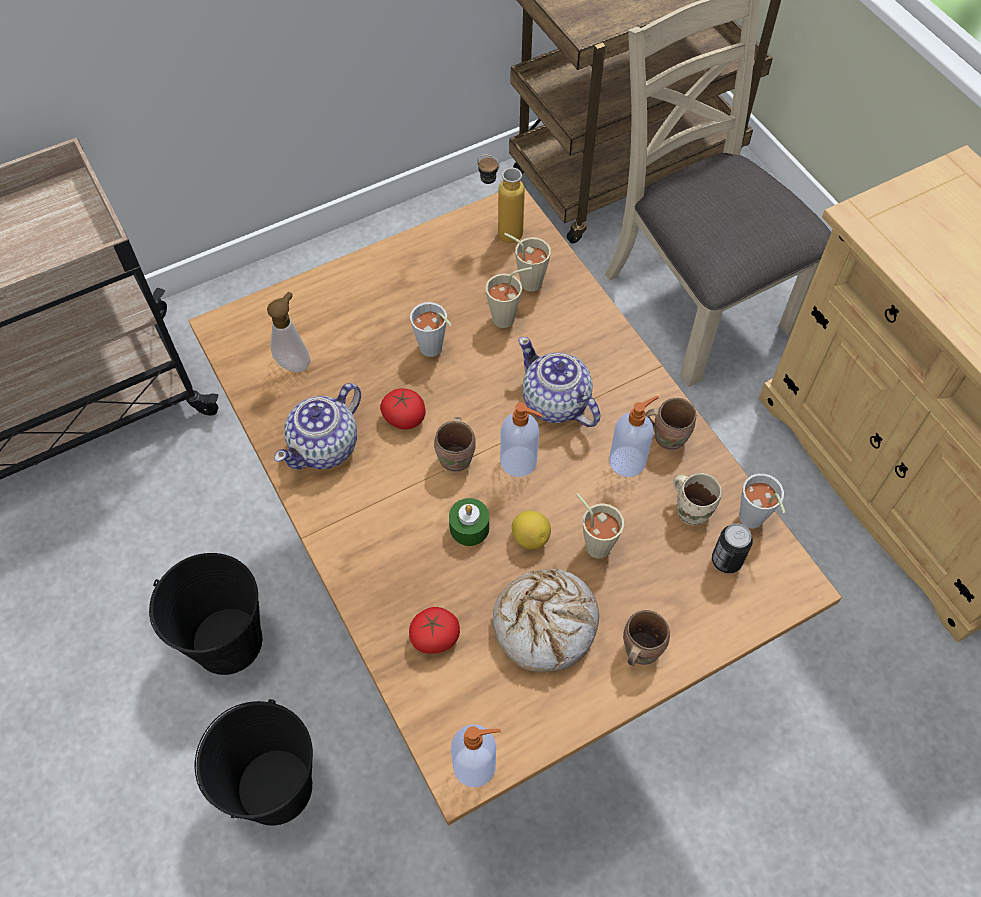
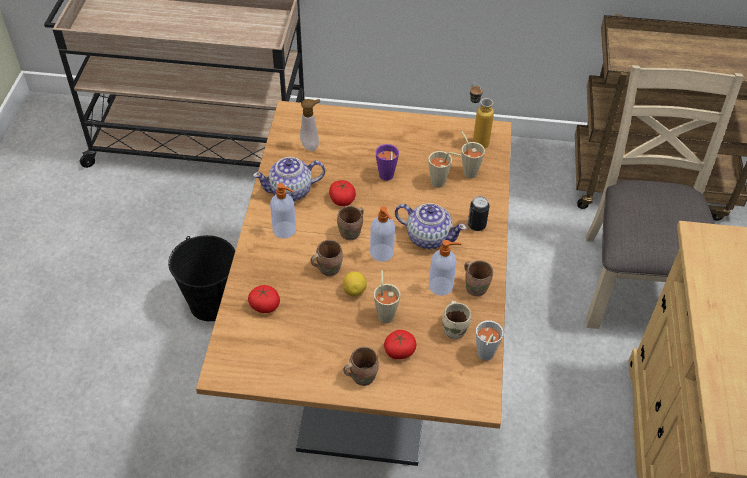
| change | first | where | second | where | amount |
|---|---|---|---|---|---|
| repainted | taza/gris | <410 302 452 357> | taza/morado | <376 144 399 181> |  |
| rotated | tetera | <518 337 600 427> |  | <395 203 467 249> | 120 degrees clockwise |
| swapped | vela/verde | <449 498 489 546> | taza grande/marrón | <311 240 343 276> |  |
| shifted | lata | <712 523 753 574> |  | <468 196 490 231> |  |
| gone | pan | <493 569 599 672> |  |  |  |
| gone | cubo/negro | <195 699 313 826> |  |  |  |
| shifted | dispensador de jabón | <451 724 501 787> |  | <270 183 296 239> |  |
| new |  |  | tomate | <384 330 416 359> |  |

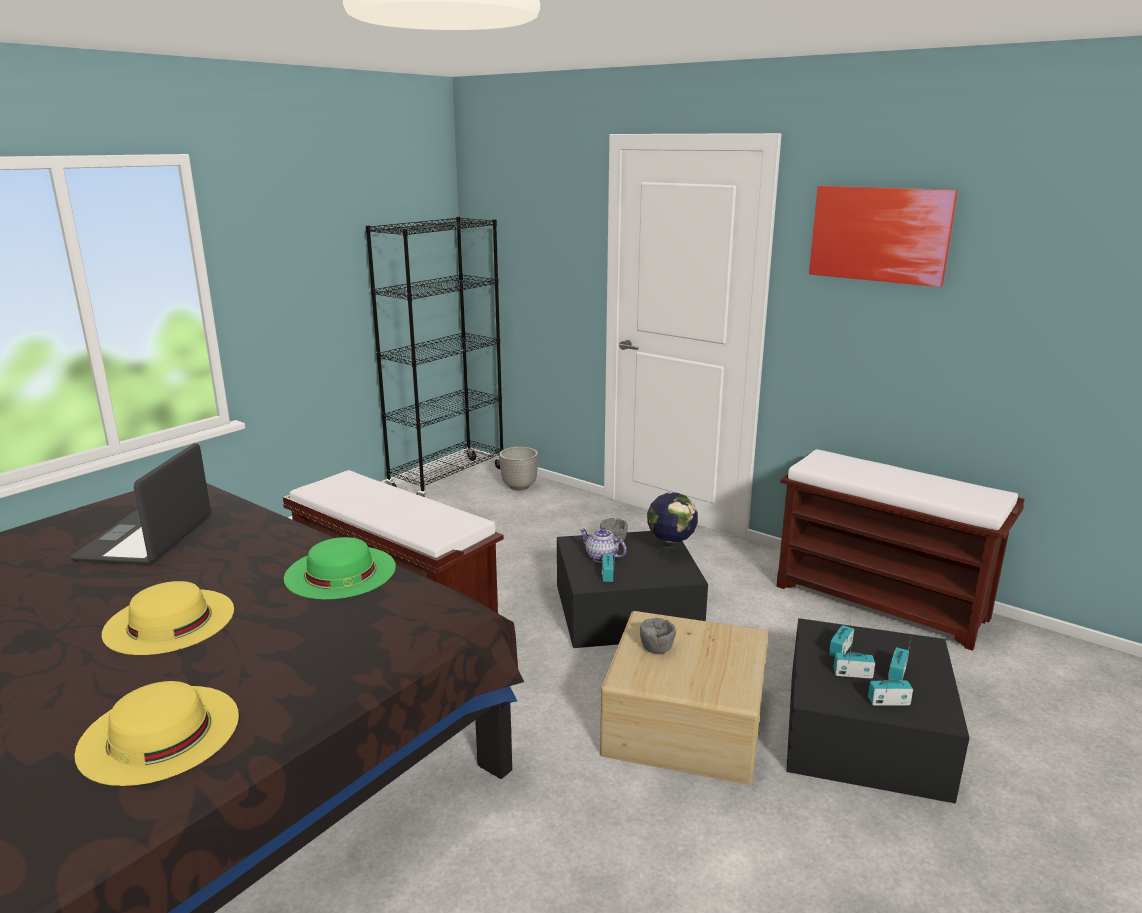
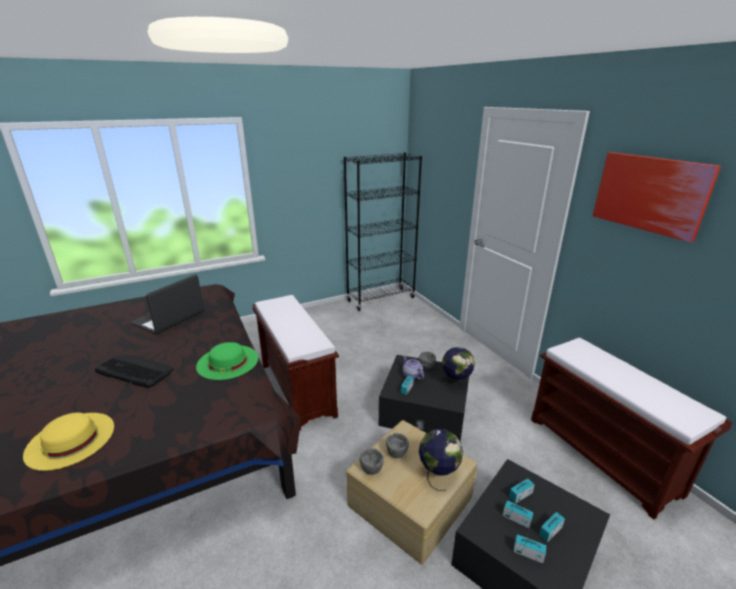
| change | first | where | second | where | amount |
|---|---|---|---|---|---|
| gone | maceta | <499 447 538 491> |  |  |  |
| swapped | sombrero/amarillo | <102 581 234 655> | teclado | <95 354 174 388> |  |
| new |  |  | globo terráqueo | <419 429 463 491> |  |
| new |  |  | cuenco/gris | <360 448 384 475> |  |

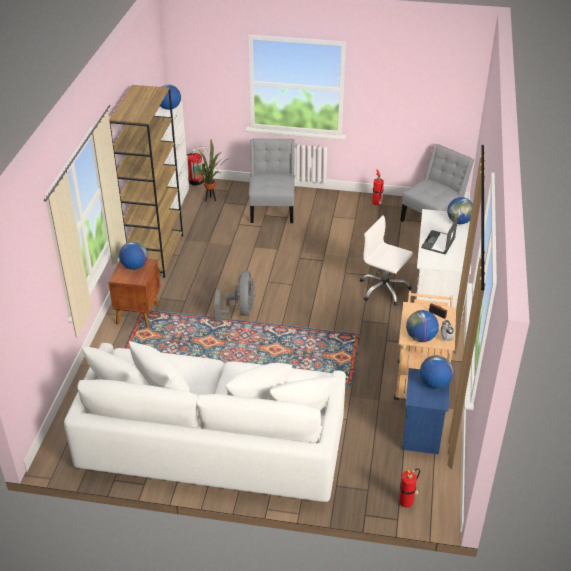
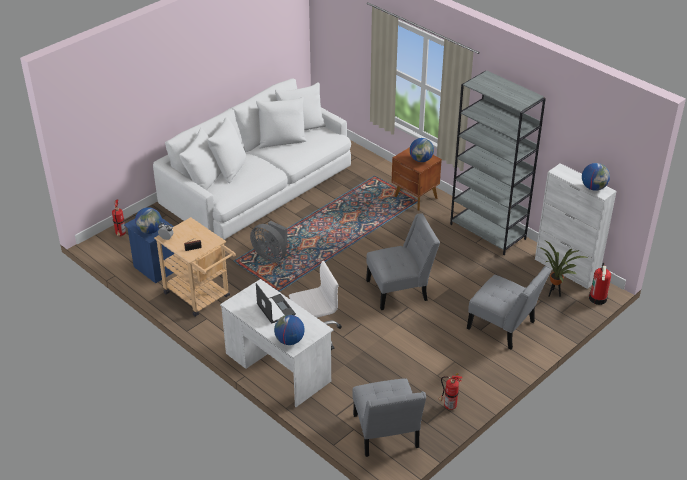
| change | first | where | second | where | amount |
|---|---|---|---|---|---|
| repainted | estantería/marrón | <109 85 183 278> | estantería/gris | <450 71 546 255> |  |
| shifted | ventilador/gris | <214 271 255 322> |  | <250 221 288 263> |  |
| gone | globo terráqueo | <406 310 439 342> |  |  |  |
| new |  |  | silla/gris | <366 213 440 310> |  |

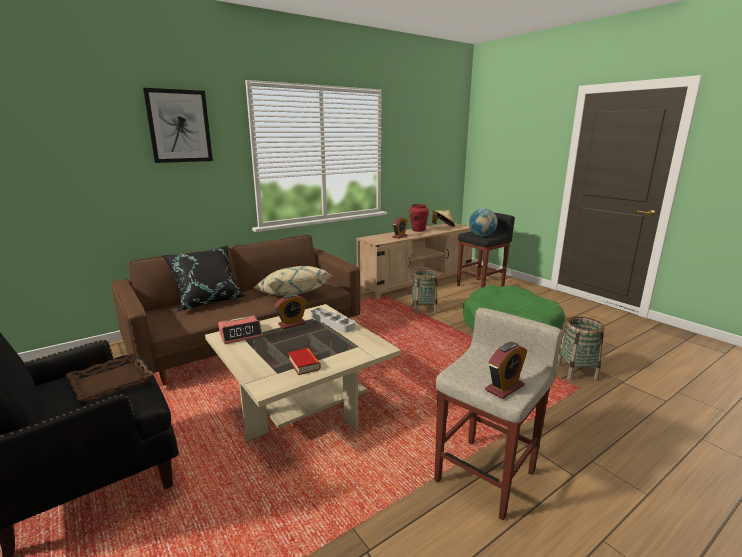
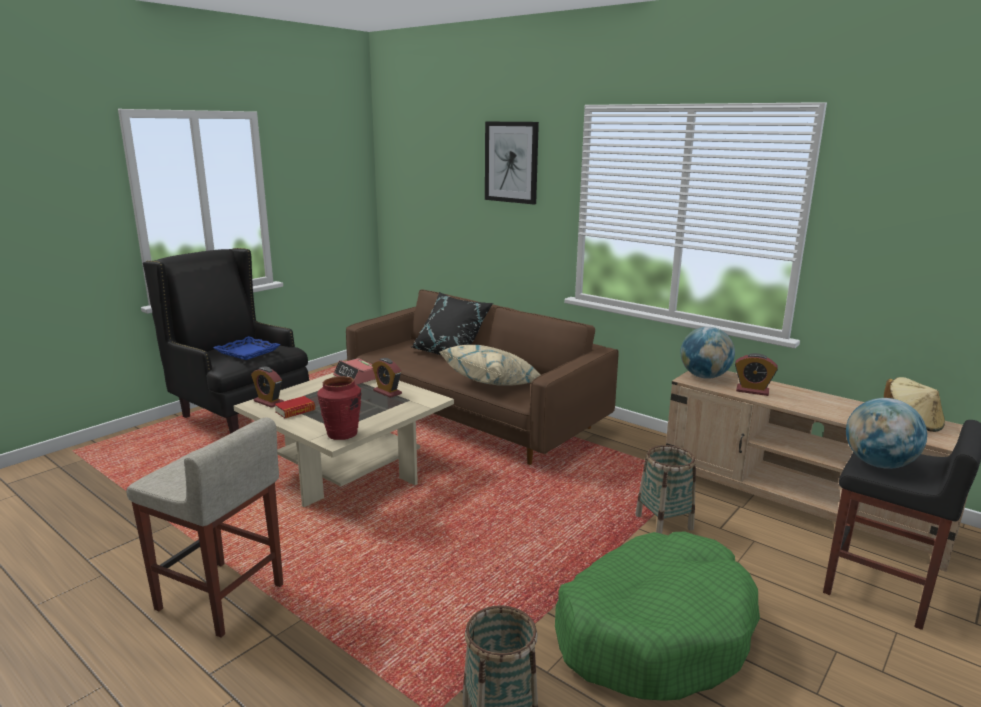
| change | first | where | second | where | amount |
|---|---|---|---|---|---|
| shifted | florero/rojo | <409 204 429 232> |  | <317 376 362 440> |  |
| gone | bandeja/gris | <311 308 355 333> |  |  |  |
| shifted | despertador | <485 342 527 399> |  | <251 366 284 408> |  |
| repainted | bandeja/marrón | <66 353 155 402> | bandeja/azul | <213 336 280 360> |  |
| new |  |  | globo terráqueo | <681 327 735 379> |  |

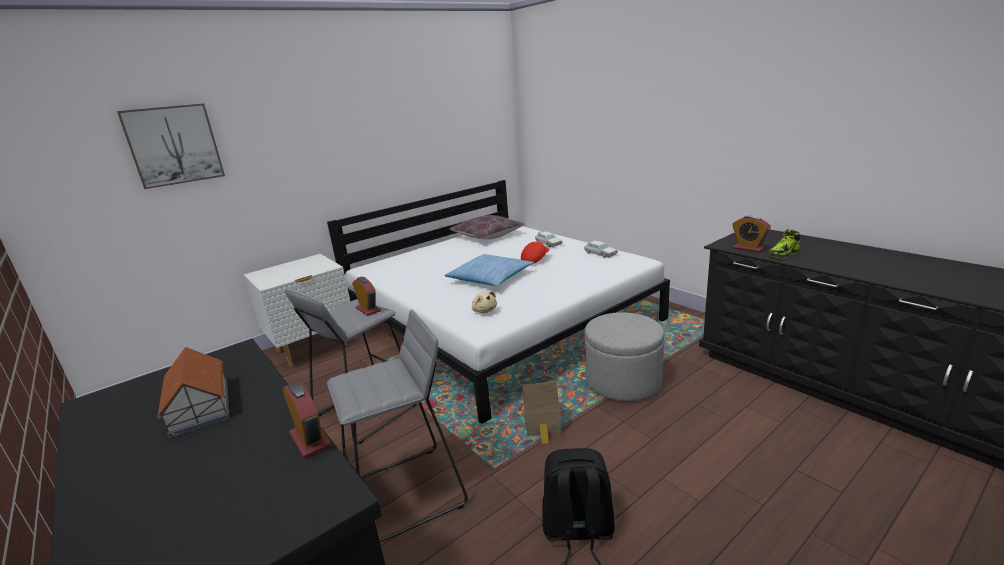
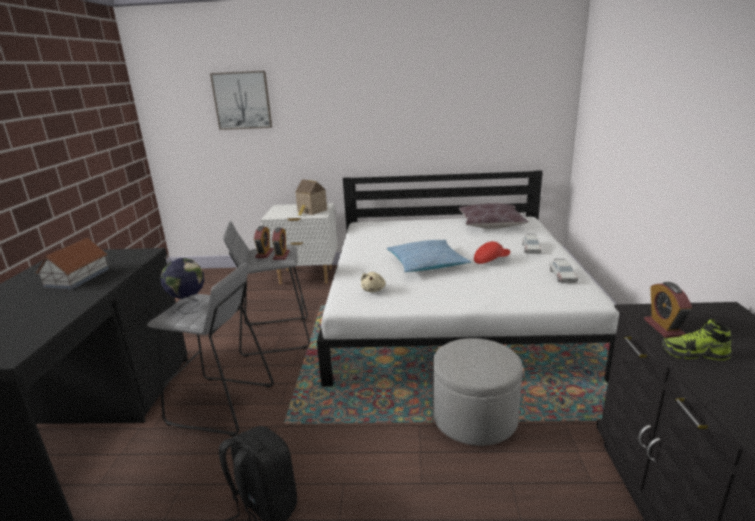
| change | first | where | second | where | amount |
|---|---|---|---|---|---|
| shifted | despertador | <283 381 332 458> |  | <254 226 273 258> |  |
| shifted | casita | <523 382 561 444> |  | <295 179 327 216> |  |
| new |  |  | globo terráqueo | <160 258 204 314> |  |

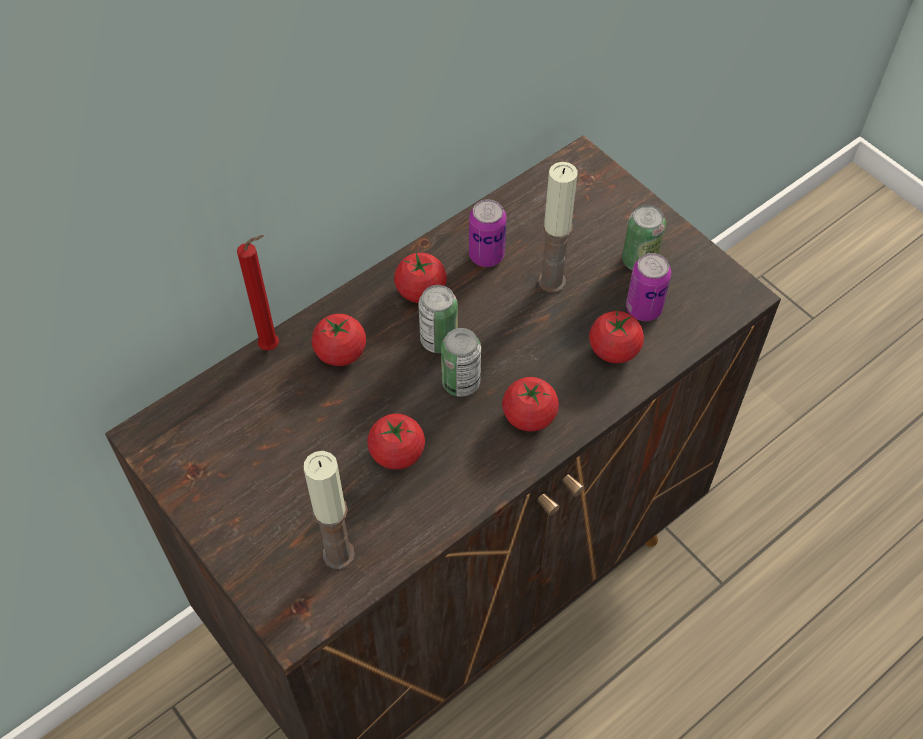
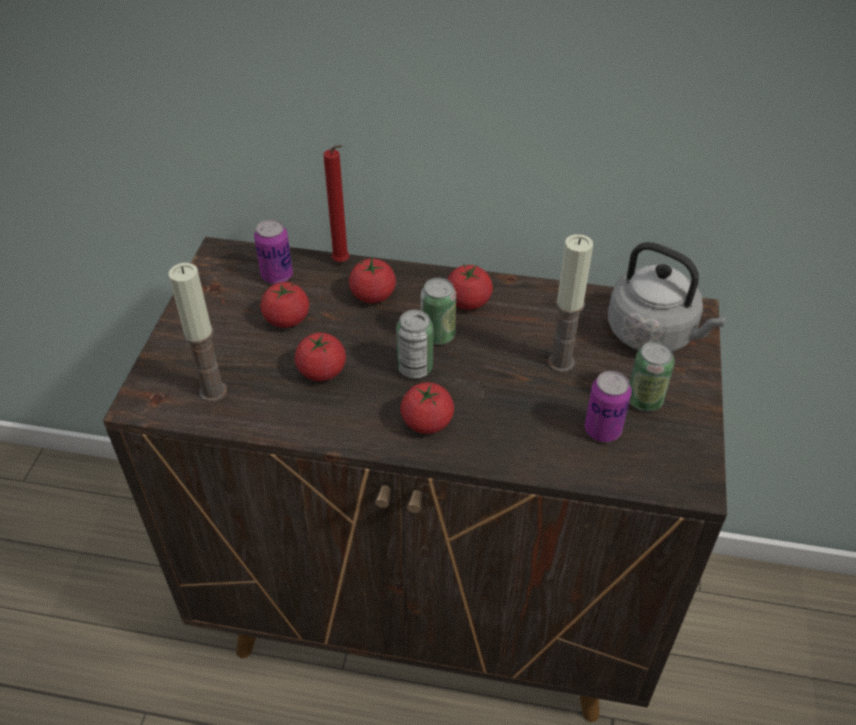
| change | first | where | second | where | amount |
|---|---|---|---|---|---|
| shifted | lata | <469 199 506 267> |  | <254 219 293 284> |  |
| shifted | tomate | <589 311 644 363> |  | <261 282 309 328> |  |
| new |  |  | hervidor/gris | <608 242 727 352> |  |

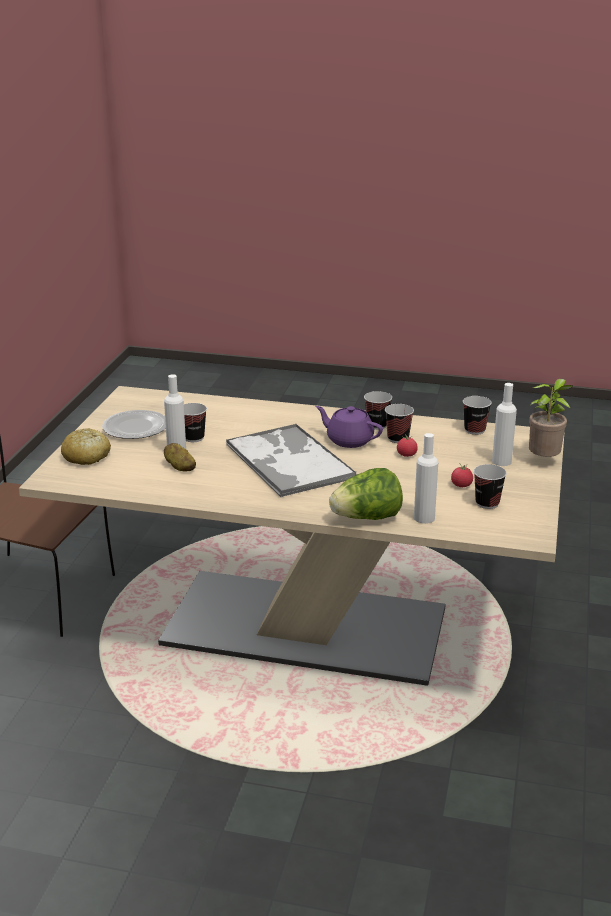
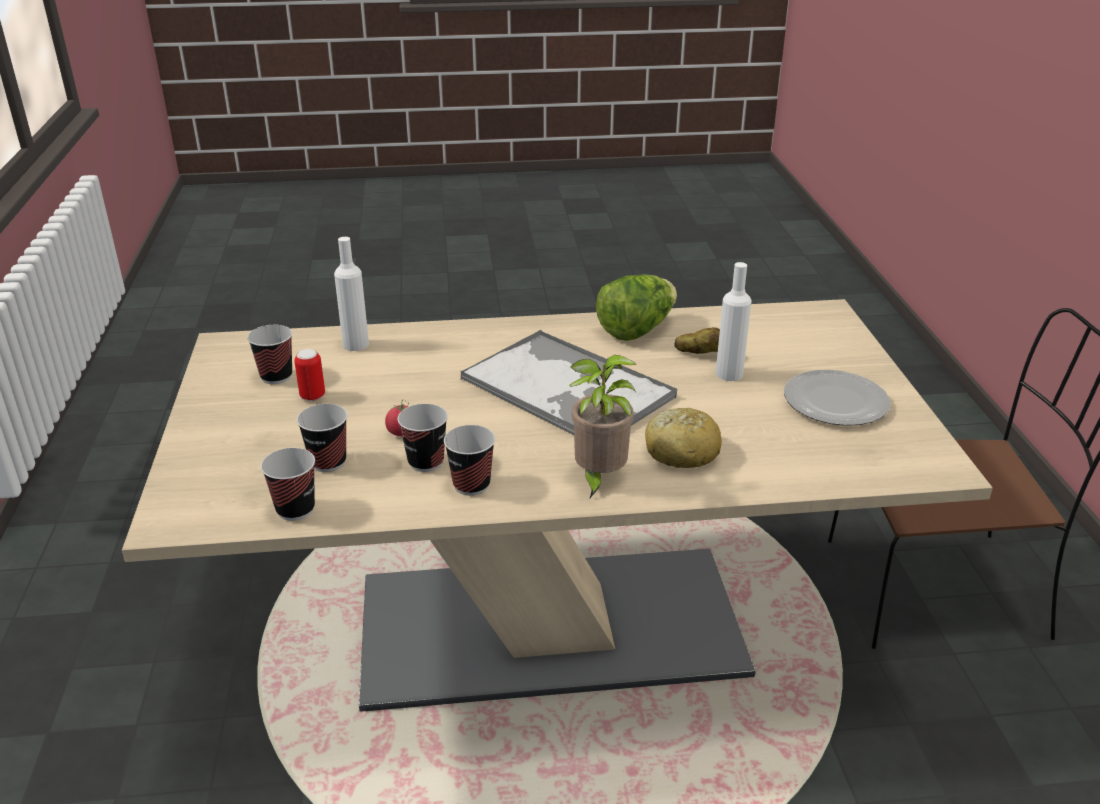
| change | first | where | second | where | amount |
|---|---|---|---|---|---|
| shifted | planta en maceta | <529 379 573 457> |  | <569 355 636 498> |  |
| gone | botella/blanco | <492 383 517 466> |  |  |  |
| shifted | taza | <184 403 207 442> |  | <297 404 347 472> |  |
| gone | tetera/morado | <315 406 383 448> |  |  |  |
| shifted | pan | <61 428 111 465> |  | <645 408 722 468> |  |
| swapped | tomate | <451 464 473 487> | lata | <294 349 325 401> |  |
| shifted | lechuga | <329 468 403 520> |  | <596 275 677 341> |  |

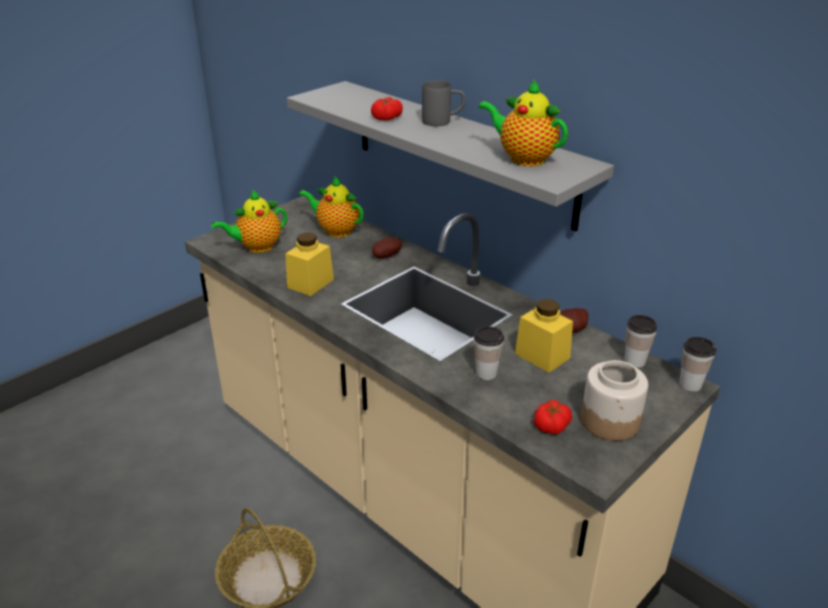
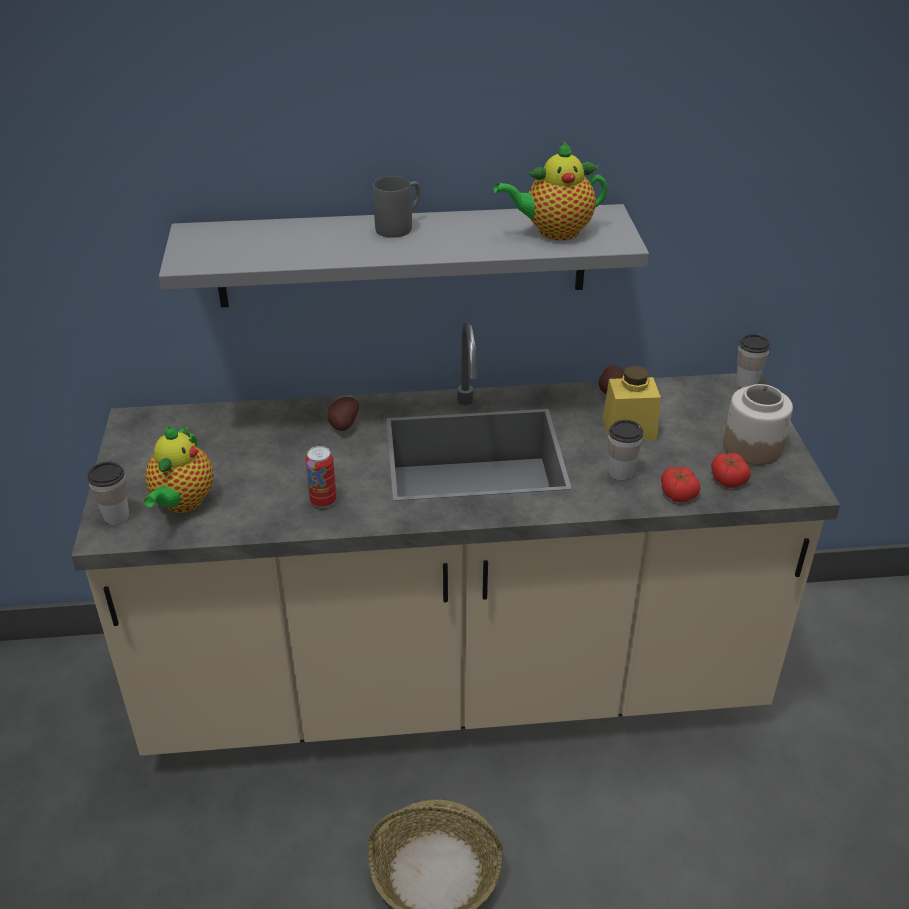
| change | first | where | second | where | amount |
|---|---|---|---|---|---|
| shifted | tomate | <371 97 403 121> |  | <661 467 700 502> |  |
| gone | tetera | <299 176 364 237> |  |  |  |
| swapped | tarro/amarillo | <286 232 334 296> | lata | <306 446 337 508> |  |
| shifted | taza | <625 315 657 368> |  | <87 462 129 525> |  |

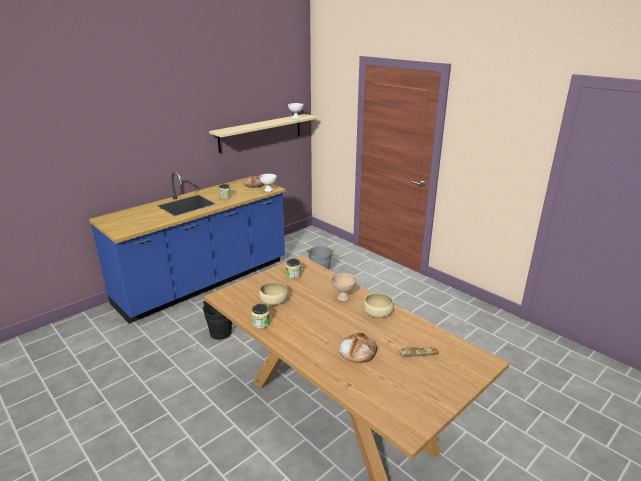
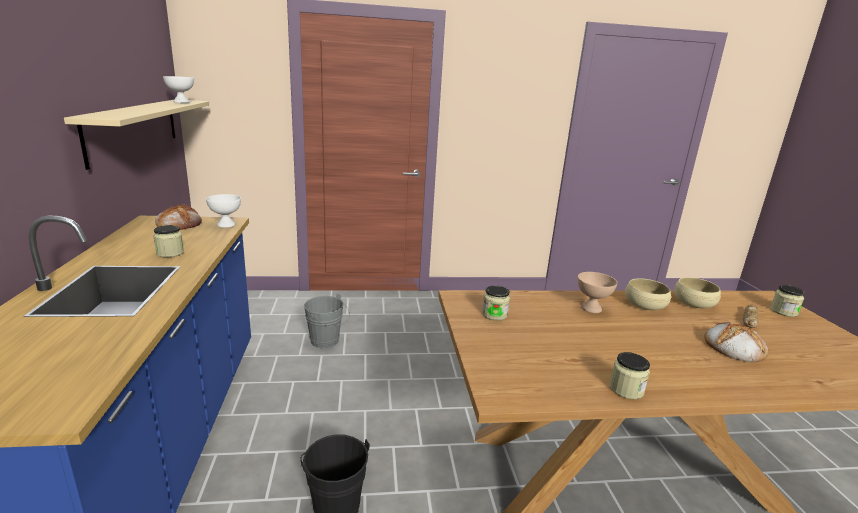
| change | first | where | second | where | amount |
|---|---|---|---|---|---|
| shifted | cuenco/beis | <259 282 288 305> |  | <674 277 721 308> |  |
| new |  |  | tarro | <770 285 805 317> |  |

